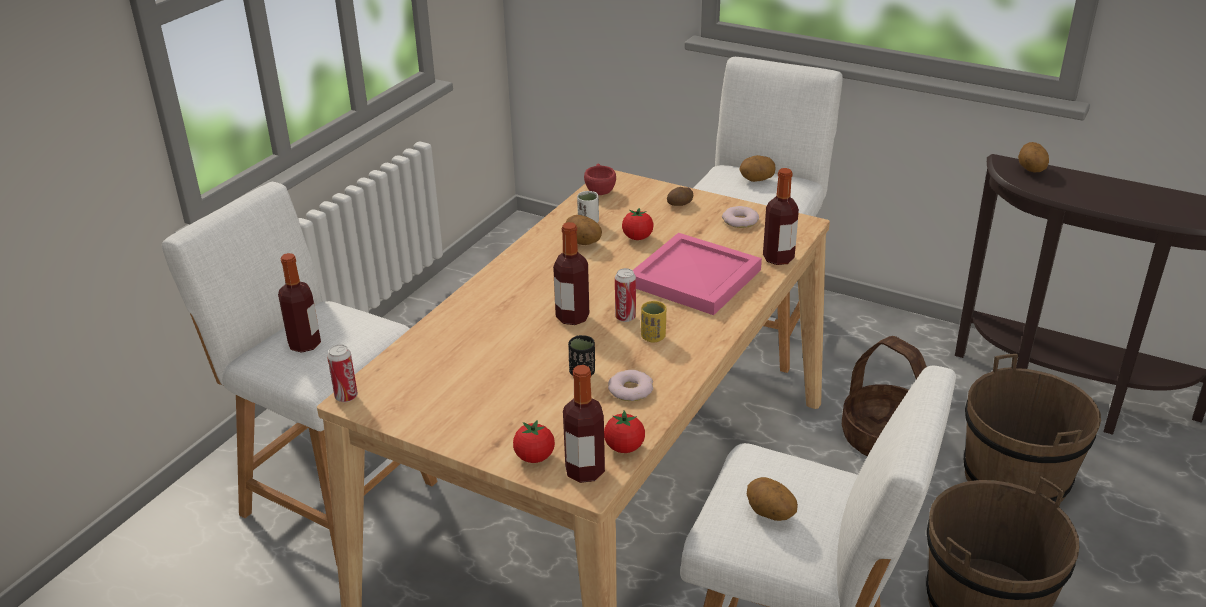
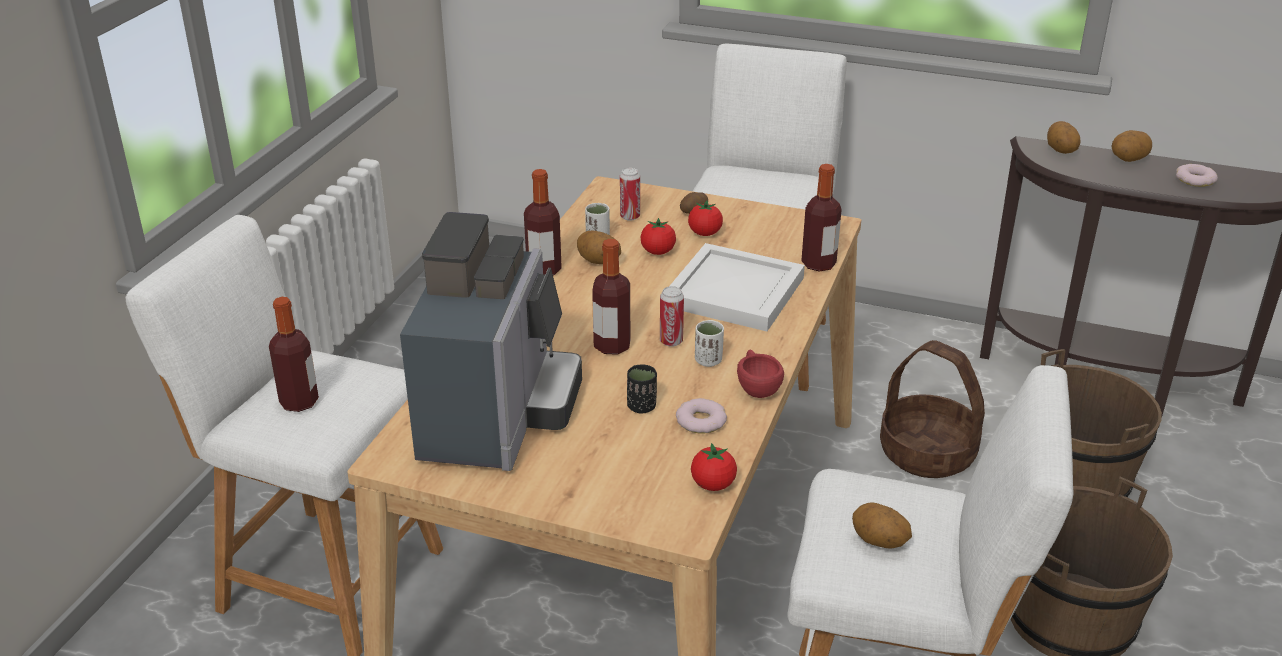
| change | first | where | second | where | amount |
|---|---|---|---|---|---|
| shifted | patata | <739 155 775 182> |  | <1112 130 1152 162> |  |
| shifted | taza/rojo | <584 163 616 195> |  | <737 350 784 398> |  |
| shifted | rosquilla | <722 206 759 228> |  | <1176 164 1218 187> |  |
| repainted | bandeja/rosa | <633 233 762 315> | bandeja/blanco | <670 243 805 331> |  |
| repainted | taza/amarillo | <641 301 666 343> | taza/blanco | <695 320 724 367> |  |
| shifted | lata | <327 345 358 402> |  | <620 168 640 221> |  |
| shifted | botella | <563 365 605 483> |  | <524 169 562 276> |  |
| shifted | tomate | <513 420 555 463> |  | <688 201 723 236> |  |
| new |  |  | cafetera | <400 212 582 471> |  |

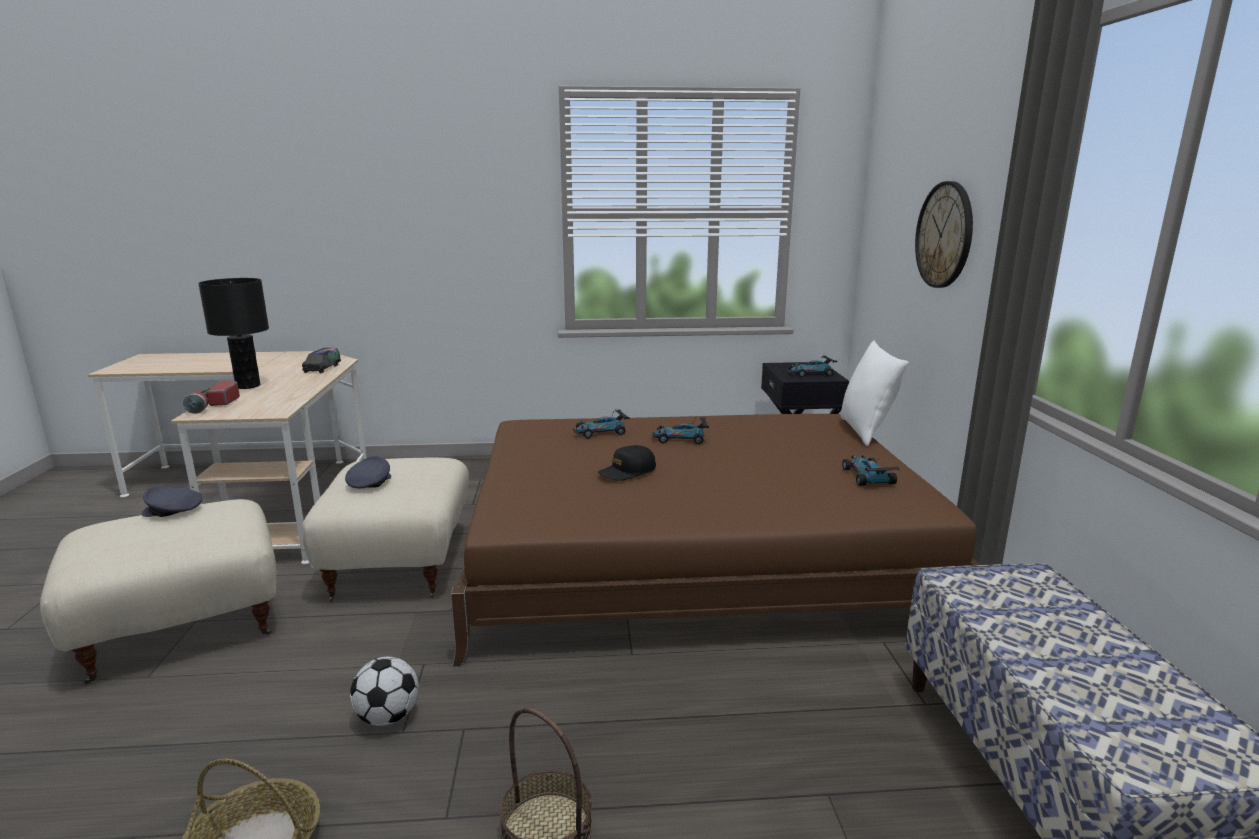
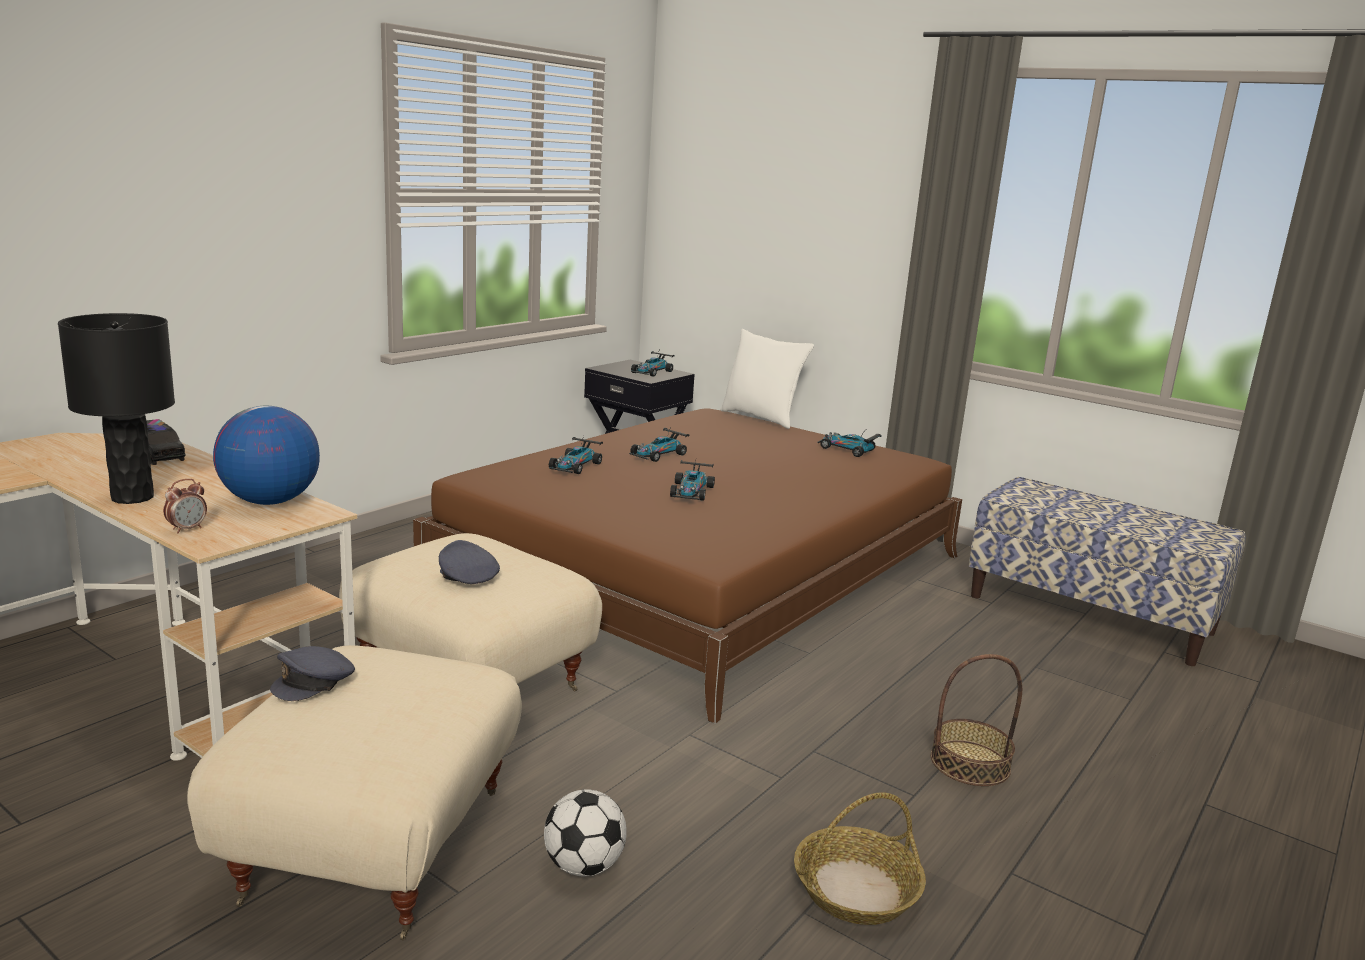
| change | first | where | second | where | amount |
|---|---|---|---|---|---|
| gone | reloj de pared | <915 181 973 288> |  |  |  |
| swapped | linterna | <183 381 240 414> | despertador | <163 479 207 533> |  |
| swapped | gorra/negro | <598 445 656 480> | coche de juguete | <670 460 715 501> |  |
| shifted | balón de fútbol | <350 657 419 726> |  | <544 789 627 877> |  |
| new |  |  | globo terráqueo | <213 406 320 505> |  |

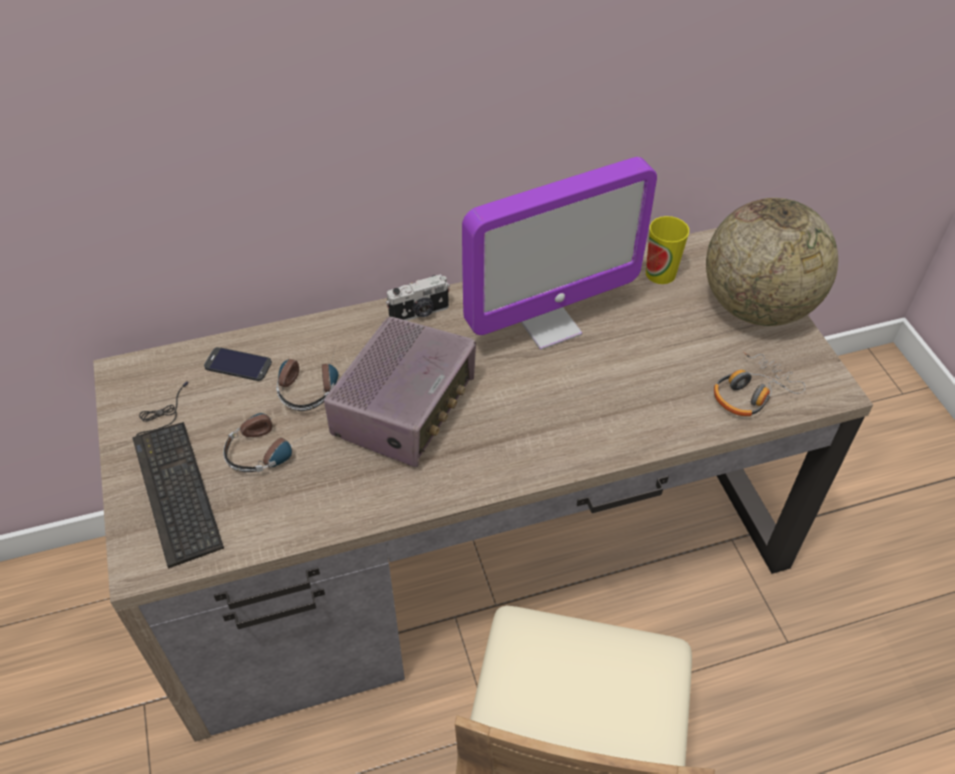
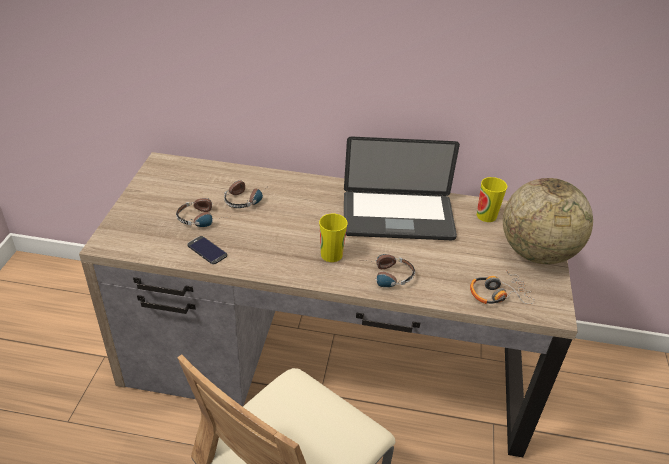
| change | first | where | second | where | amount |
|---|---|---|---|---|---|
| swapped | monitor | <462 157 657 350> | portátil | <344 137 460 240> |  |
| gone | cámara | <386 274 450 321> |  |  |  |
| gone | radio | <324 317 476 467> |  |  |  |
| shifted | móvil | <204 347 272 381> |  | <187 236 227 264> |  |
| gone | teclado | <132 381 224 569> |  |  |  |
| new |  |  | taza | <319 214 347 262> |  |
| new |  |  | auriculares | <357 254 415 287> |  |

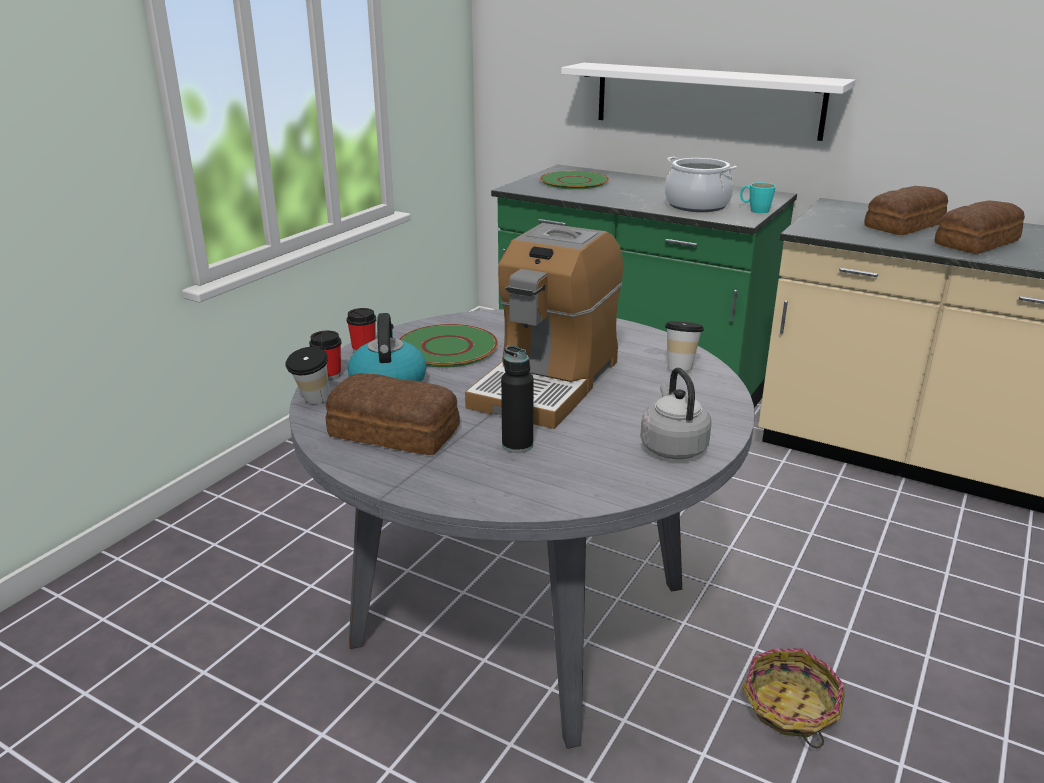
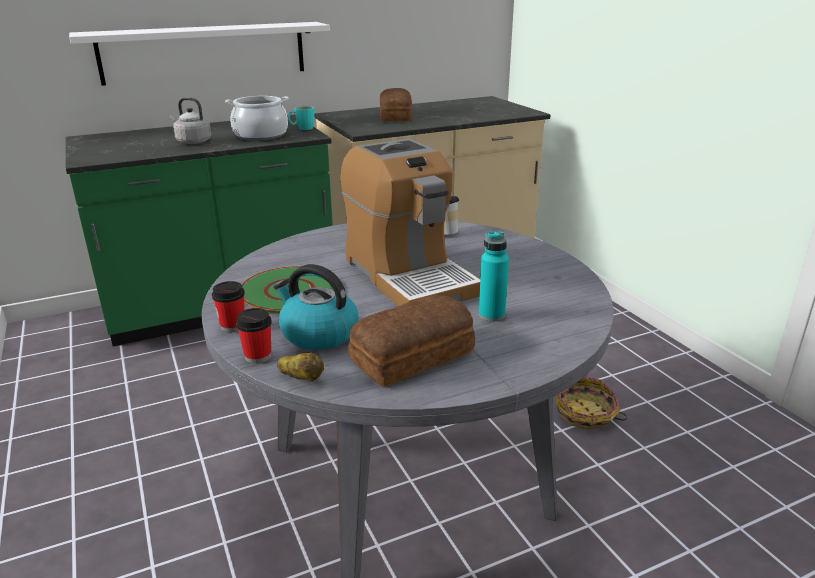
| change | first | where | second | where | amount |
|---|---|---|---|---|---|
| gone | plato/verde | <540 171 609 189> |  |  |  |
| gone | pan | <935 200 1025 254> |  |  |  |
| repainted | botella/negro | <501 346 534 453> | botella/turquesa | <479 231 509 321> |  |
| swapped | taza | <285 347 330 404> | patata | <277 353 324 382> |  |
| shifted | hervidor/gris | <641 367 712 459> |  | <170 97 211 144> |  |

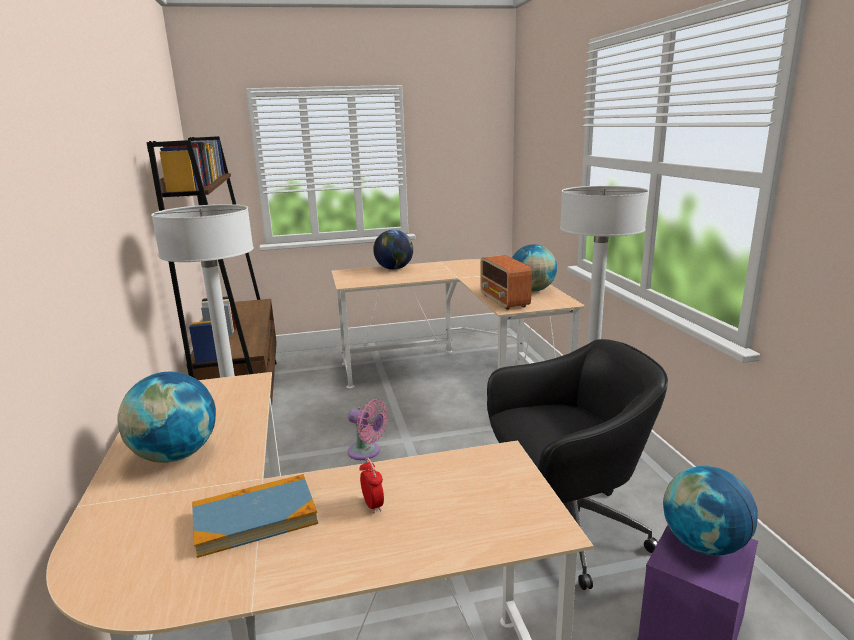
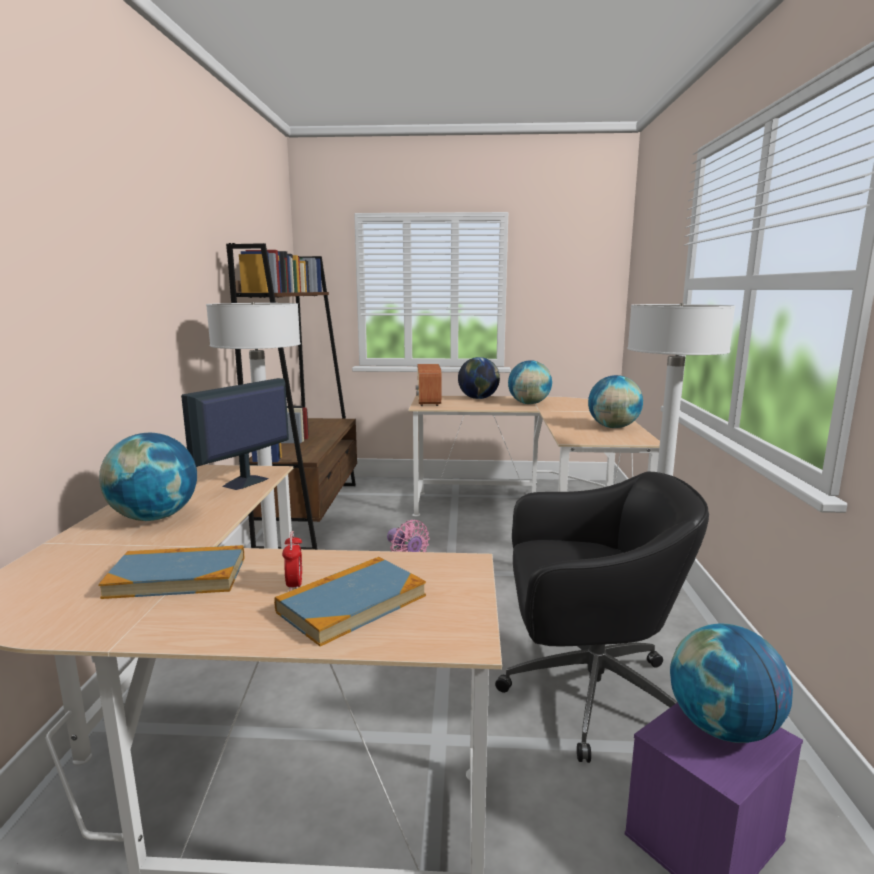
| change | first | where | second | where | amount |
|---|---|---|---|---|---|
| shifted | radio | <480 255 532 310> |  | <416 364 441 406> |  |
| new |  |  | globo terráqueo | <508 360 552 404> |  |
| new |  |  | monitor | <181 378 289 490> |  |
| new |  |  | libro | <274 557 426 646> |  |

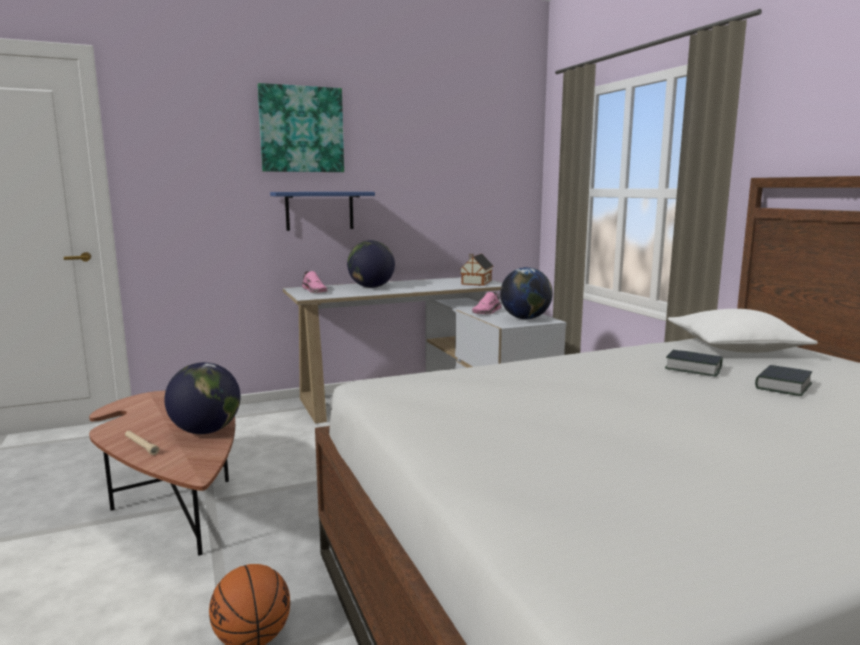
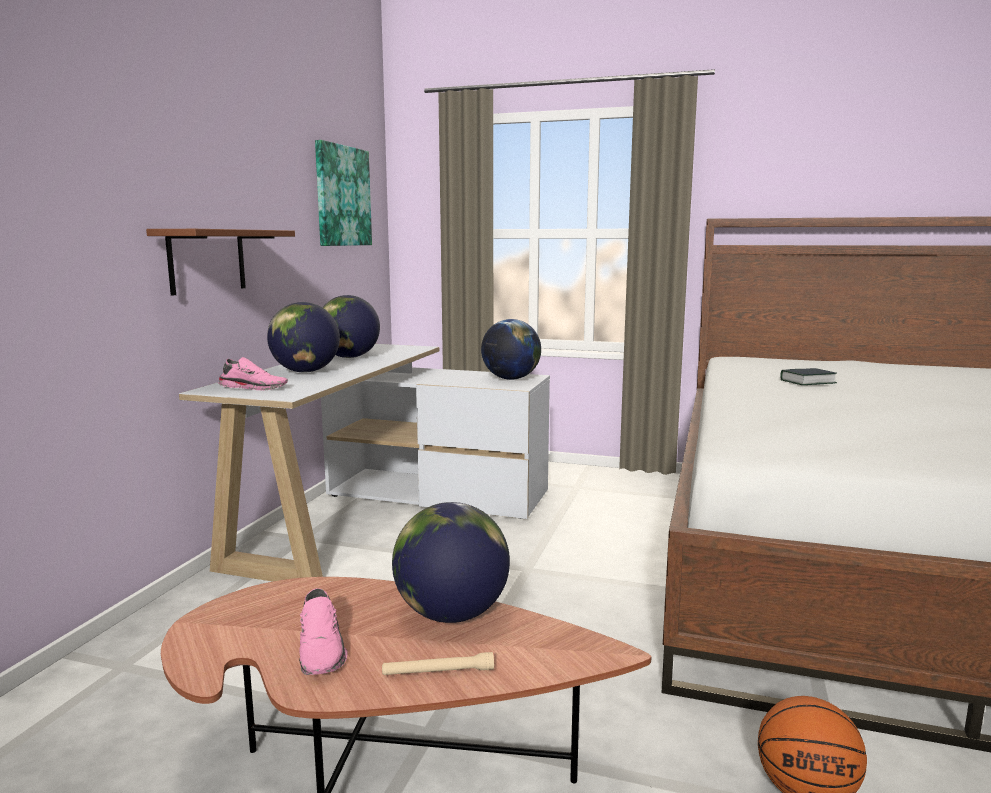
| change | first | where | second | where | amount |
|---|---|---|---|---|---|
| shifted | cuadro | <257 83 344 172> |  | <315 140 372 246> |  |
| repainted | estante/azul | <270 192 375 231> | estante/marrón | <146 229 295 296> |  |
| gone | casita | <459 254 494 286> |  |  |  |
| shifted | zapato/rosa | <472 292 502 314> |  | <299 588 347 675> |  |
| gone | cojín/blanco | <668 309 818 353> |  |  |  |
| gone | libro | <755 365 812 396> |  |  |  |
| new |  |  | globo terráqueo | <322 295 380 358> |  |

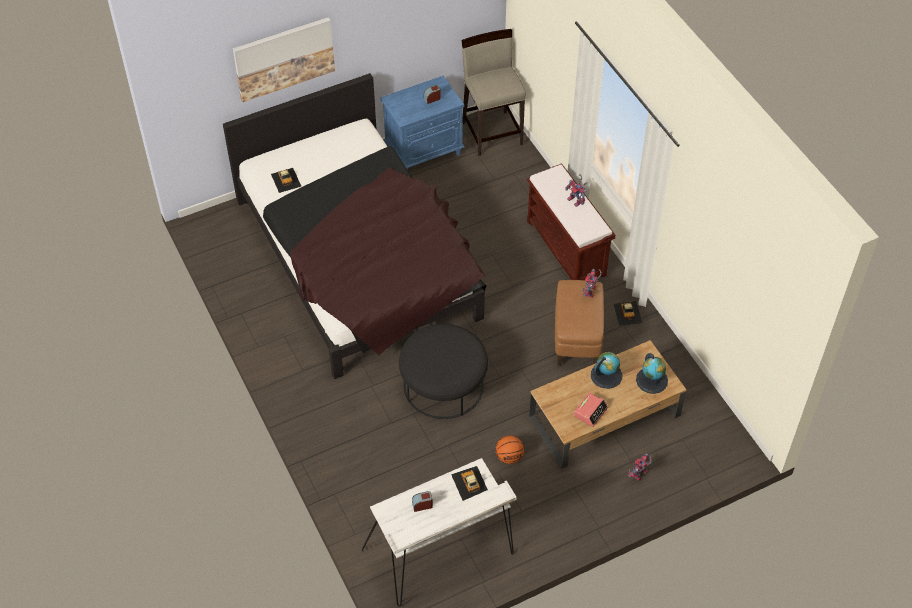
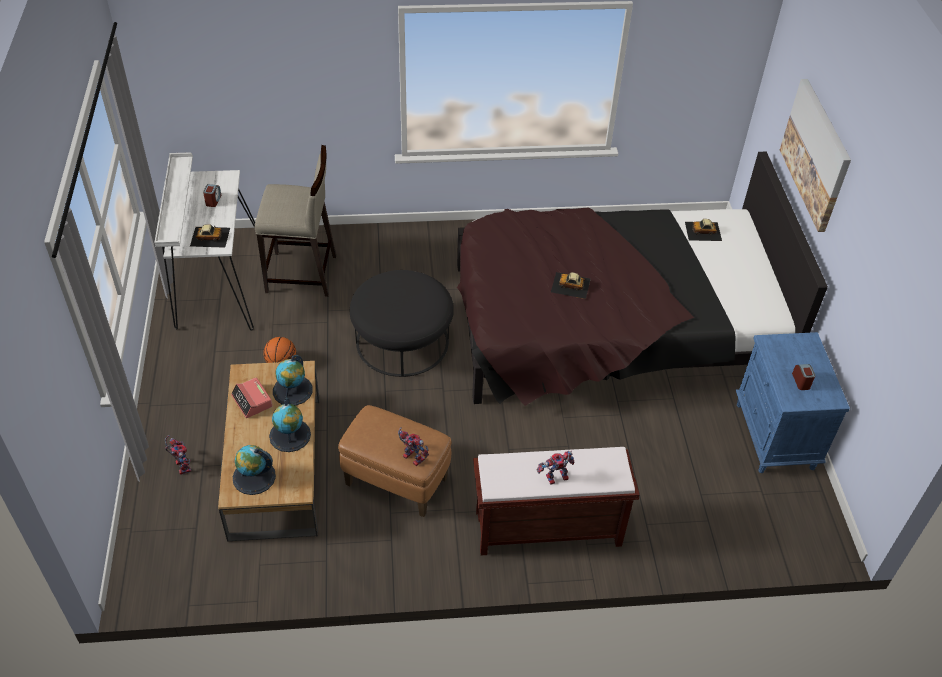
| change | first | where | second | where | amount |
|---|---|---|---|---|---|
| shifted | taburete/beis | <462 29 526 156> |  | <255 145 337 297> |  |
| shifted | coche de juguete | <614 301 642 326> |  | <551 272 591 299> |  |
| new |  |  | globo terráqueo | <273 355 313 406> |  |

